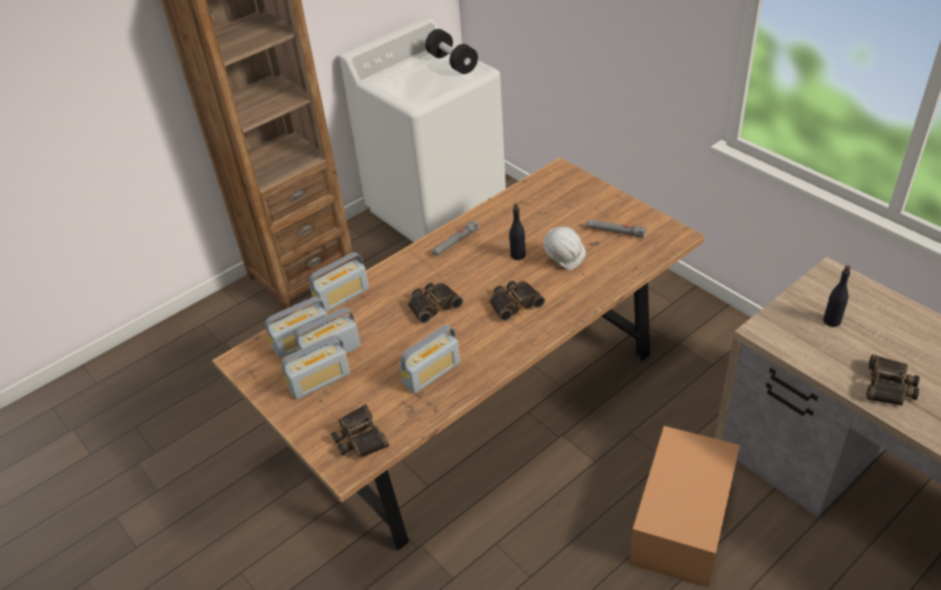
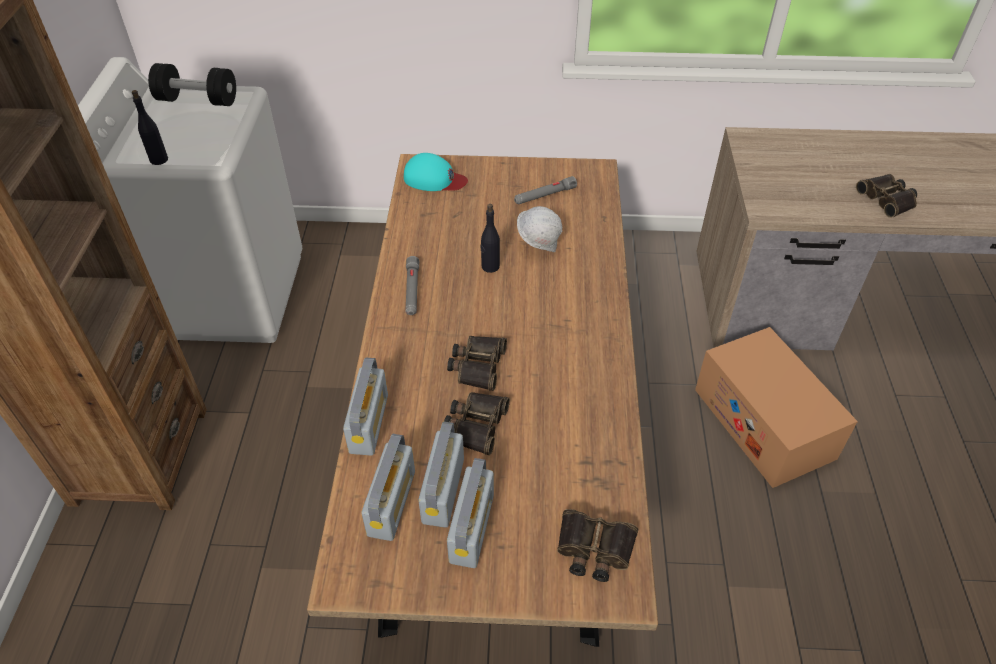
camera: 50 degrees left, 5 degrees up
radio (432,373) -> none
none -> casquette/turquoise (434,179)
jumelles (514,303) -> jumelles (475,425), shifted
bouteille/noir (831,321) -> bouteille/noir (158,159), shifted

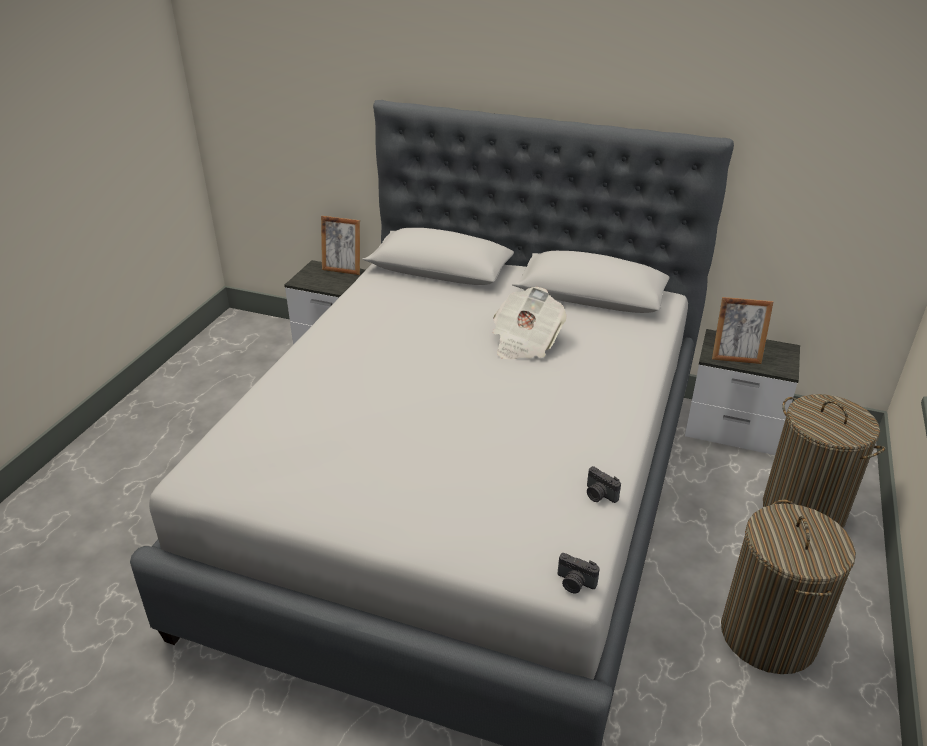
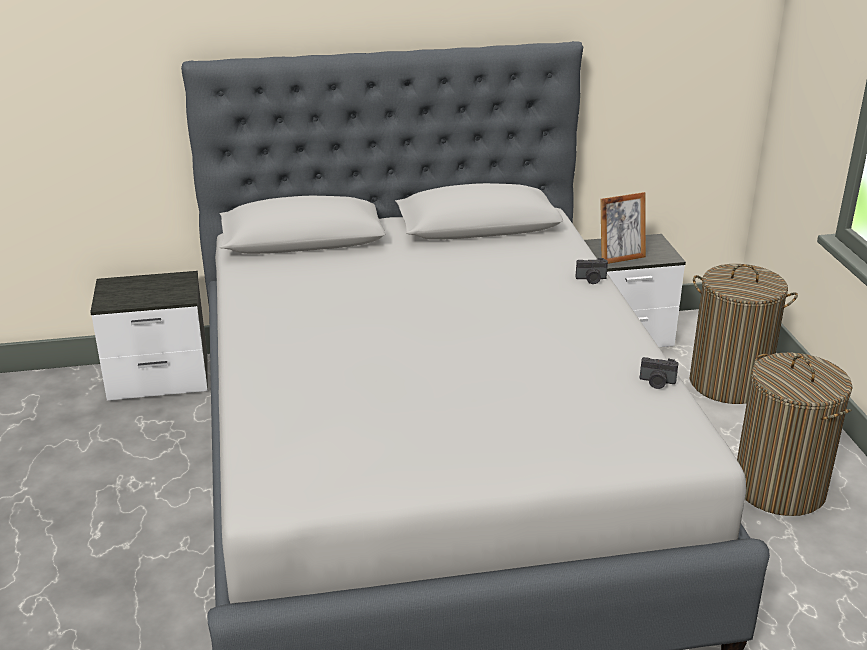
camera: 30 degrees left, 5 degrees down
cadre photo (342,270) -> none
journal (525,342) -> none
appareil photo (574,583) -> appareil photo (591,279), shifted

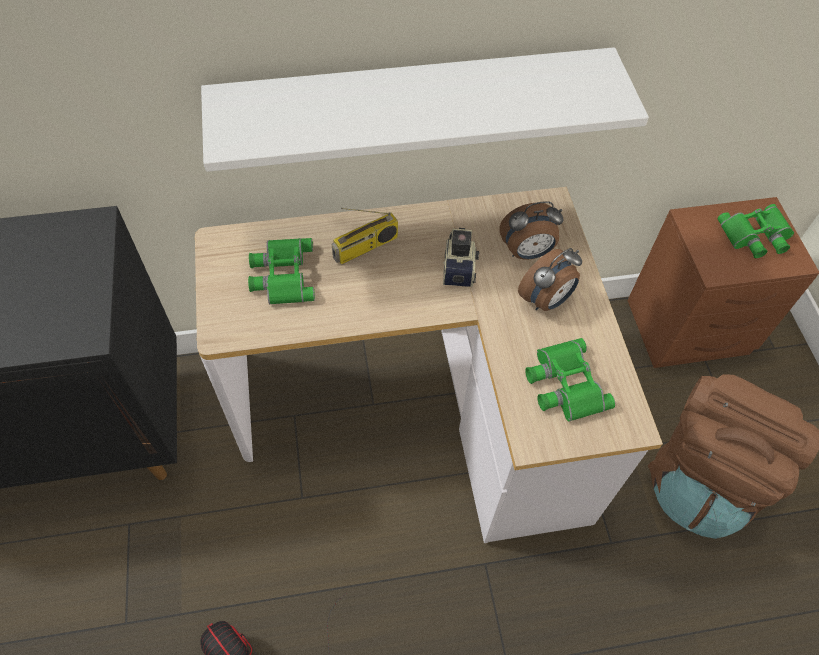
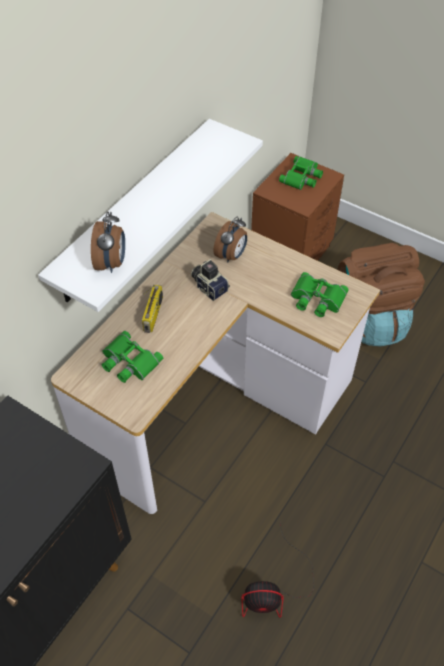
camera: 45 degrees left, 5 degrees down
réveil (546,300) -> réveil (112,263), shifted

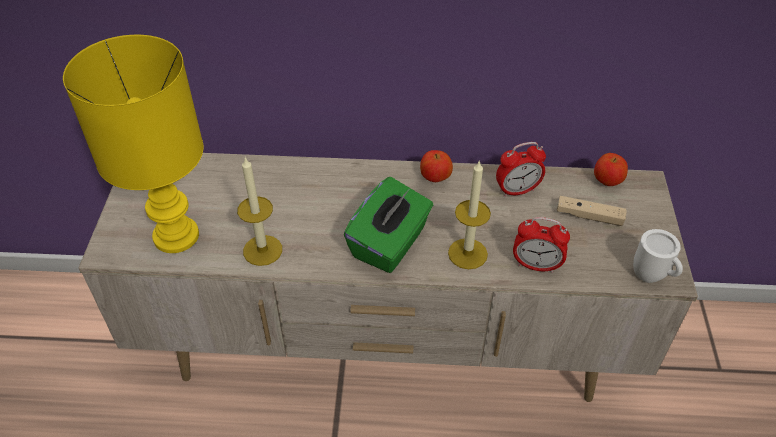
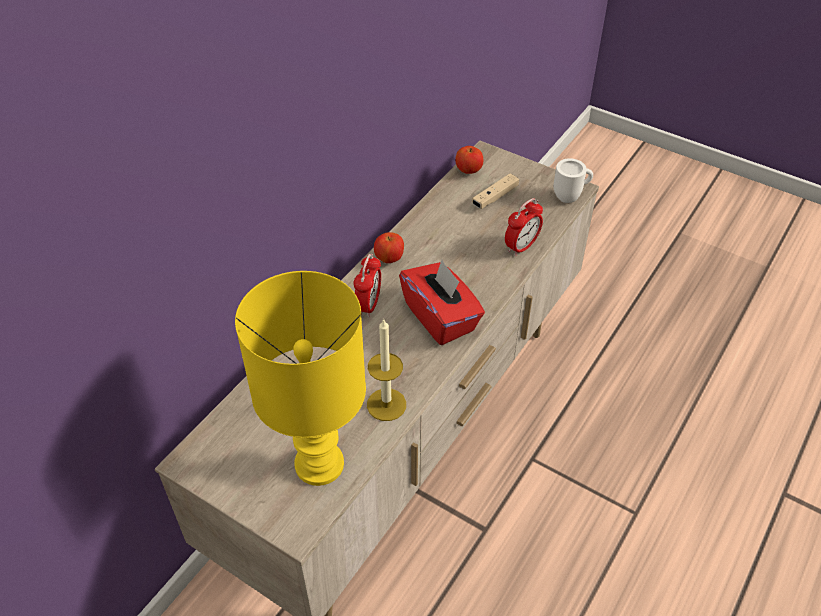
camera: 60 degrees left, 0 degrees up
bougie (467,253) -> none
réveil (517,190) -> réveil (368,305), shifted
boîte à mouchoirs/vert (390,244) -> boîte à mouchoirs/rouge (441,318)

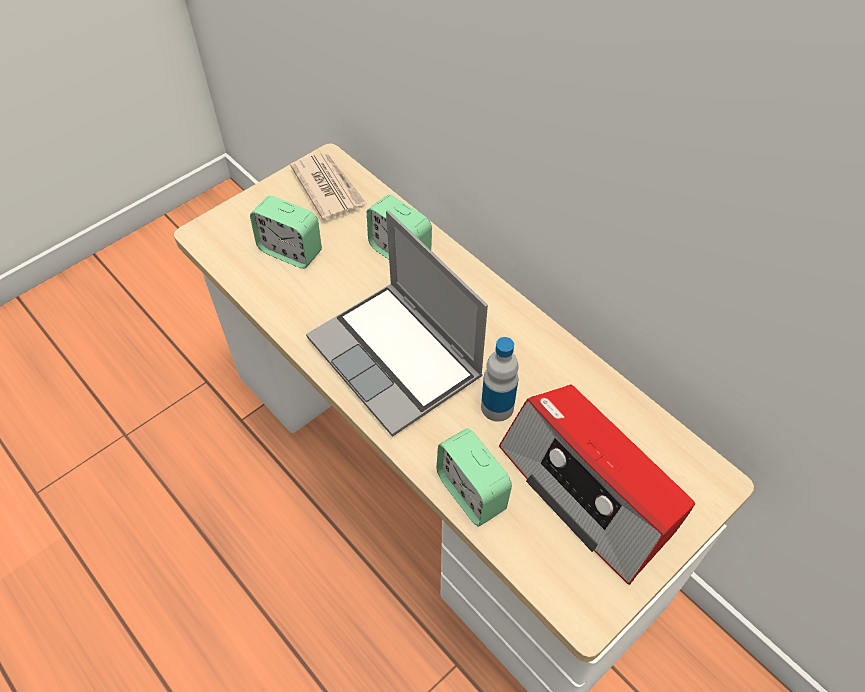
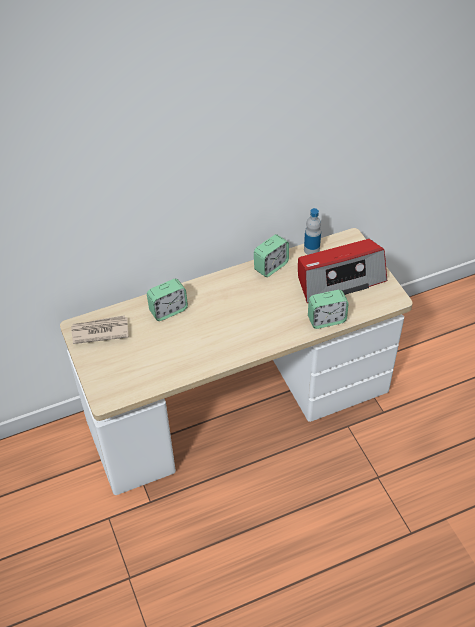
camera: 70 degrees left, 5 degrees down
ordinateur portable (397,359) -> none
réveil (290,251) -> réveil (271,266), shifted
bouteille (497,407) -> bouteille (311,249), shifted

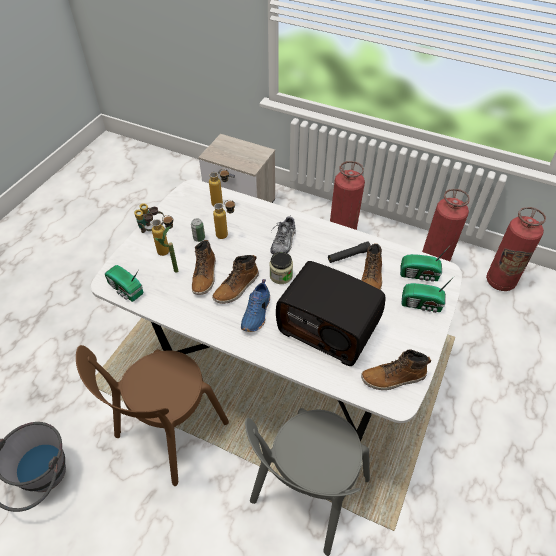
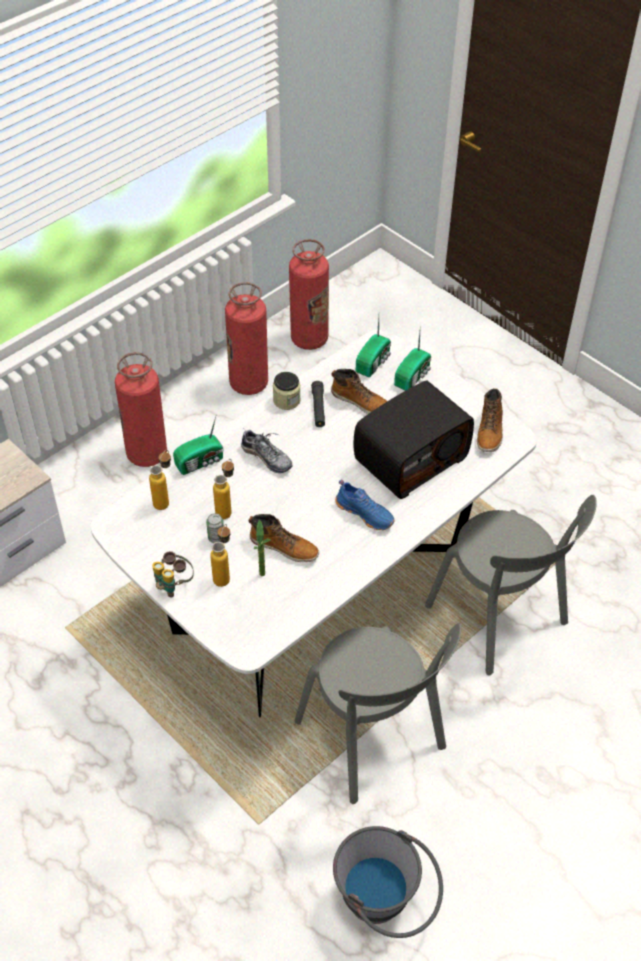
camera: 70 degrees left, 0 degrees up
botte (237,287) -> none
radio (126,290) -> radio (201,462), shifted
bocal (281,276) -> bocal (286,400), shifted
chaise/marron (168,433) -> chaise/gris (373,739)

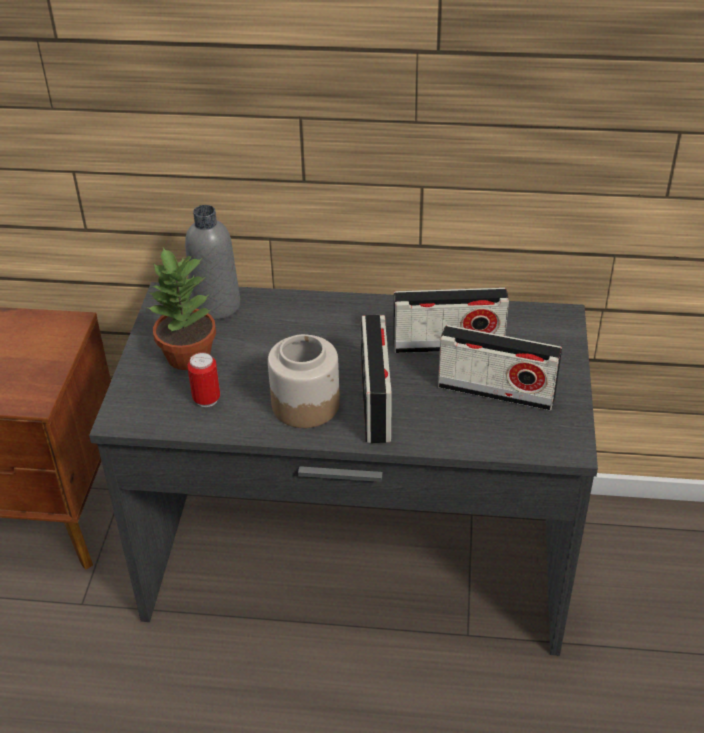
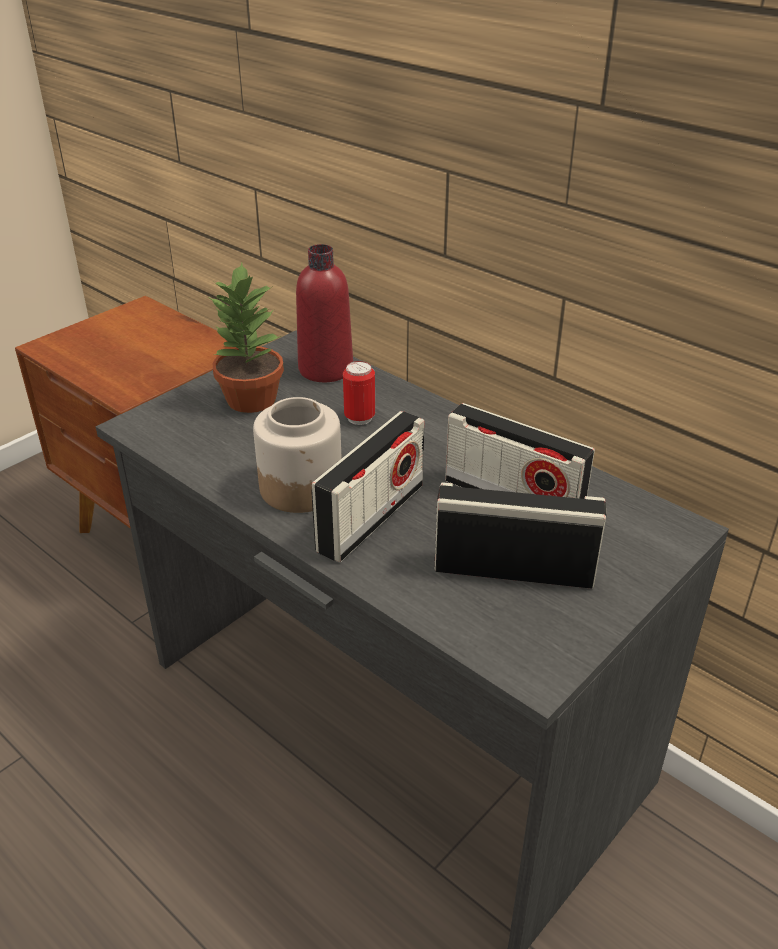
camera: 35 degrees right, 5 degrees down
boîte métallique (206,399) -> boîte métallique (359,418), shifted
bouteille/gris (216,306) -> bouteille/rouge (325,369)
radio (496,392) -> radio (513,570), 135 degrees clockwise

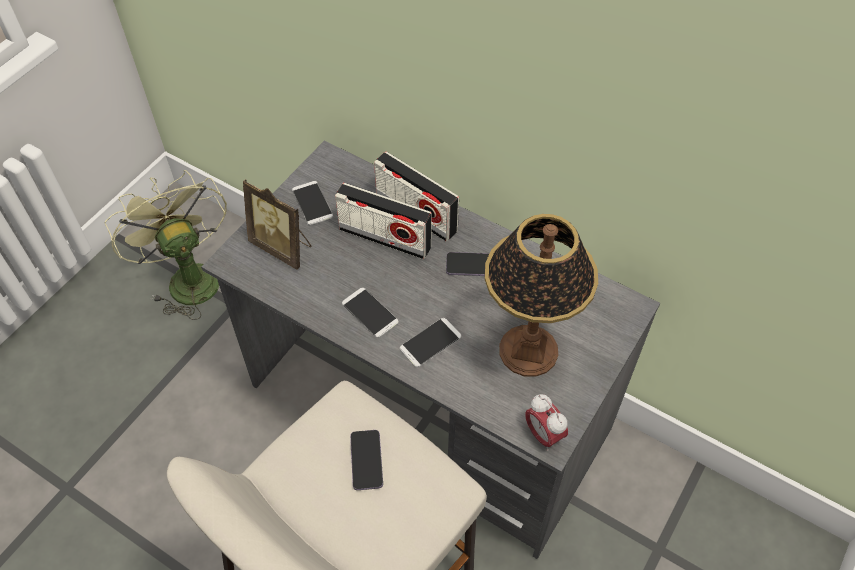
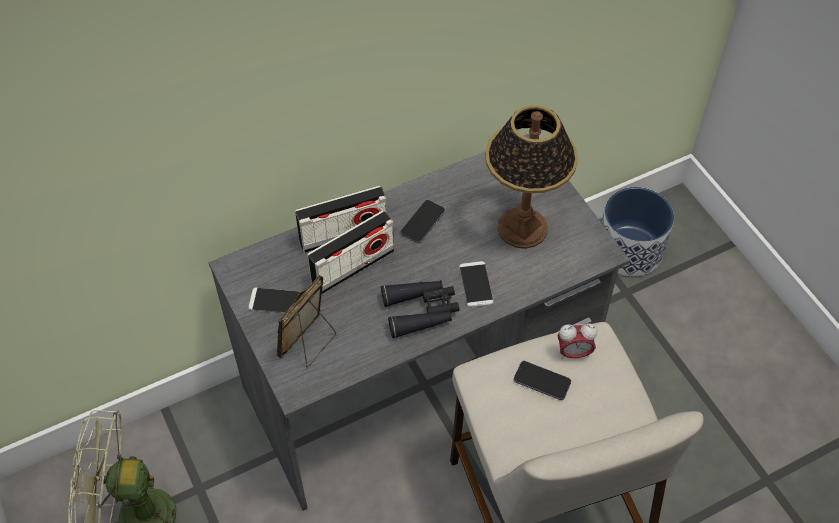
camera: 60 degrees left, 0 degrees up
none -> cache-pot (629,250)
réveil (543,435) -> réveil (573,353), shifted
téléphone (370,313) -> jumelles/noir (421,311)
cadre photo (283,247) -> cadre photo (309,343), 150 degrees clockwise

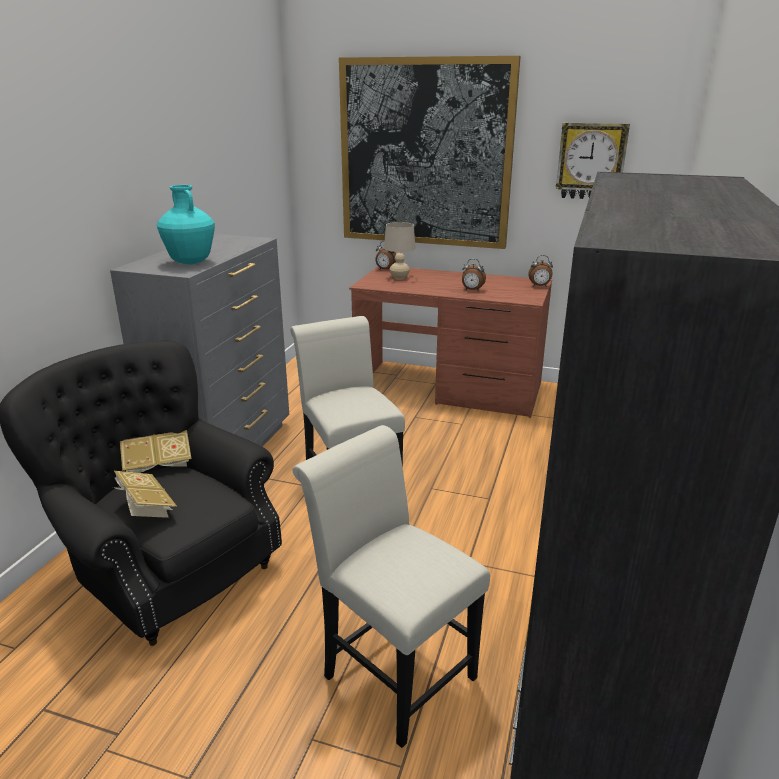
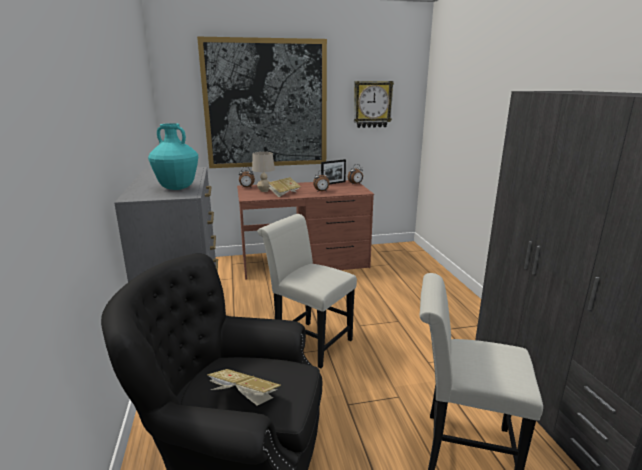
camera: 30 degrees left, 5 degrees down
none -> cadre photo (333,183)
livre (158,465) -> livre (284,193), shifted

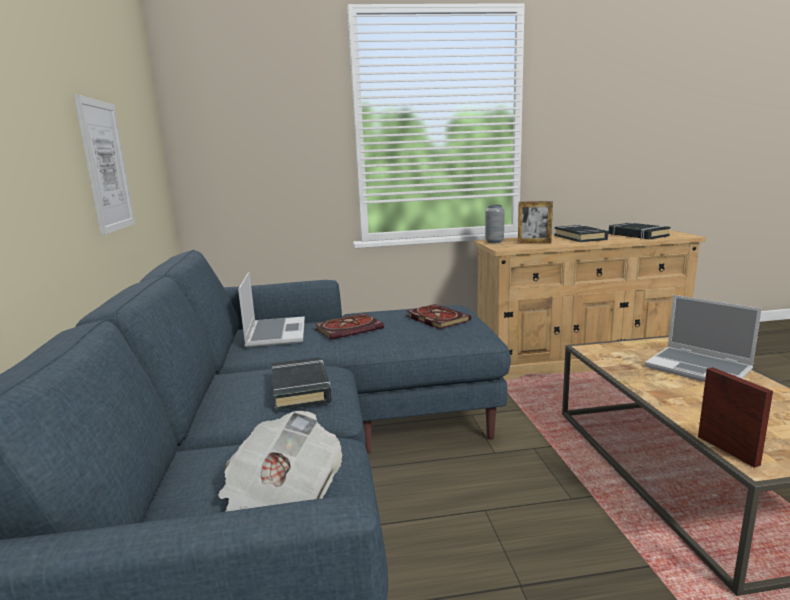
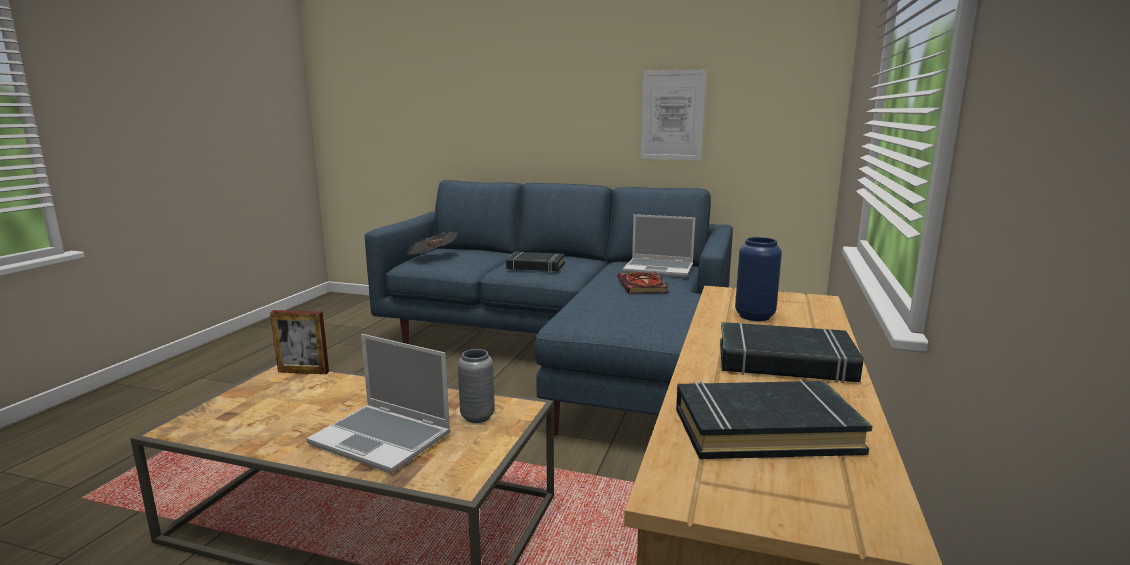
camera: 115 degrees right, 0 degrees up
livre (435,318) -> none
vase/gris (494,242) -> vase/gris (477,417), shifted
cadre photo (534,243) -> vase/bleu (754,316)
ordinateur portable (699,368) -> ordinateur portable (383,439), 135 degrees counterclockwise

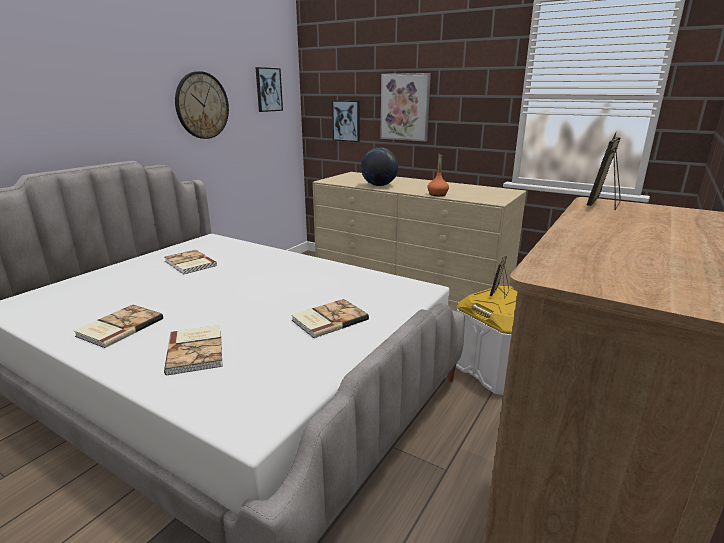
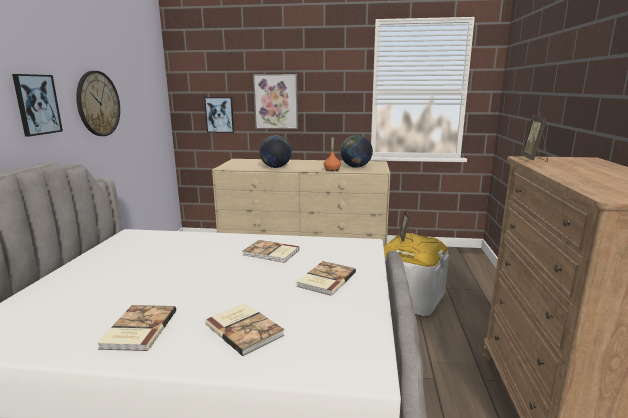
camera: 25 degrees left, 5 degrees down
none -> globe (355,167)
livre (189,264) -> livre (271,253), shifted
tableau (268,89) -> tableau (37,104), shifted

